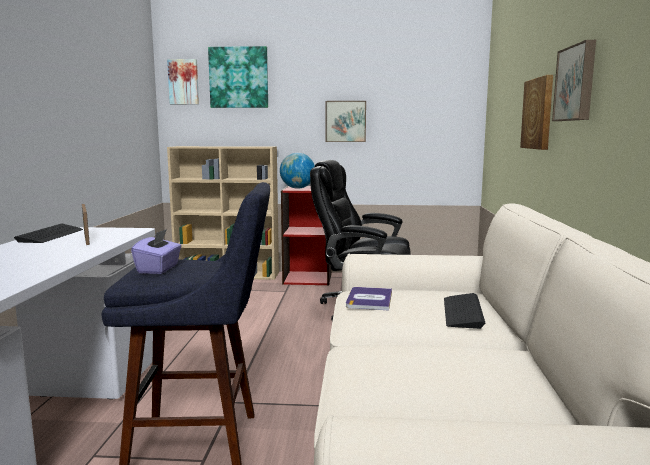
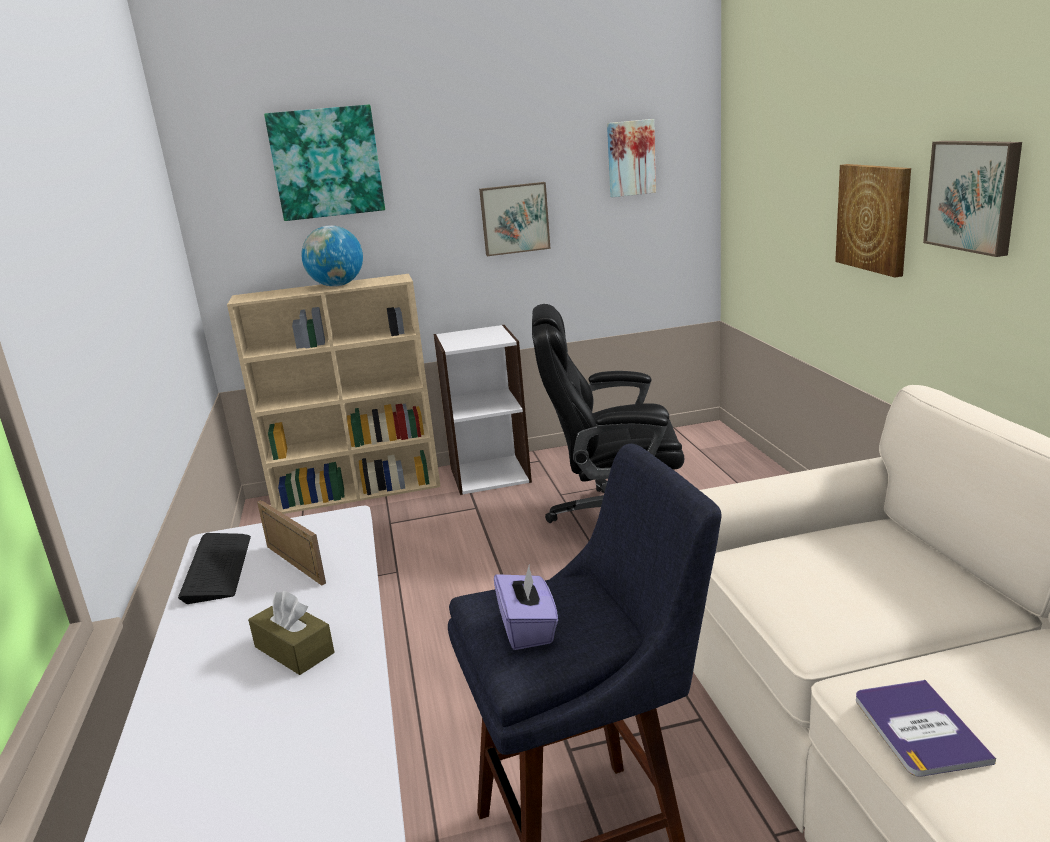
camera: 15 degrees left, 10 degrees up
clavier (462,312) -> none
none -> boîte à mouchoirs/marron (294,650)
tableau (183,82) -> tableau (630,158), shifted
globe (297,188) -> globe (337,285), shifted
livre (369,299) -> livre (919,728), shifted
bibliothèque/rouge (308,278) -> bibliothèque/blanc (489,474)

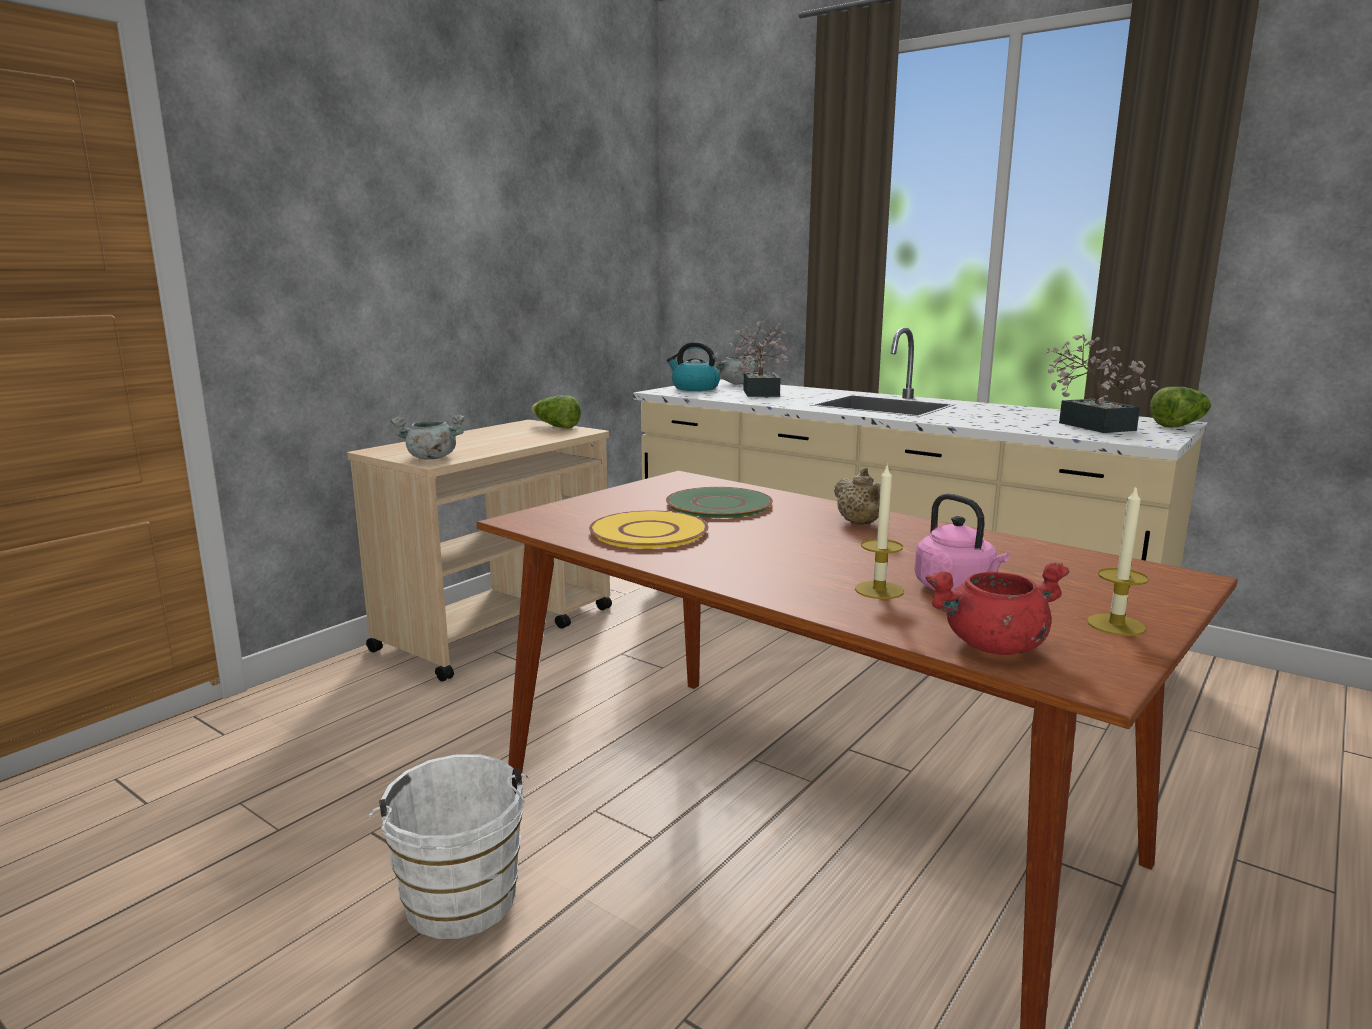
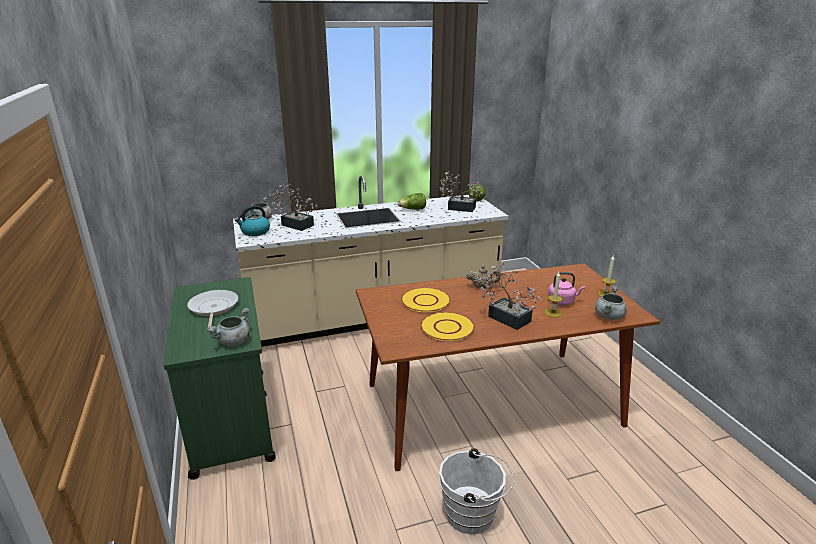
camera: 55 degrees left, 10 degrees up
none -> poêle (213,308)
none -> plante en pot (505,317)
laitue (556,427) -> laitue (413,209), shifted
chariot/beige (498,628) -> chariot/vert (231,419)
assiette/vert (719,504) -> assiette/jaune (425,301)
marmite/rouge (993,646) -> marmite/gris (609,316)

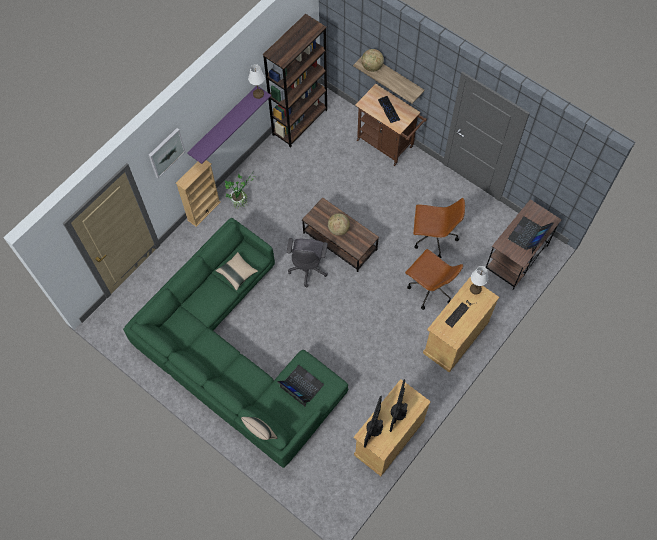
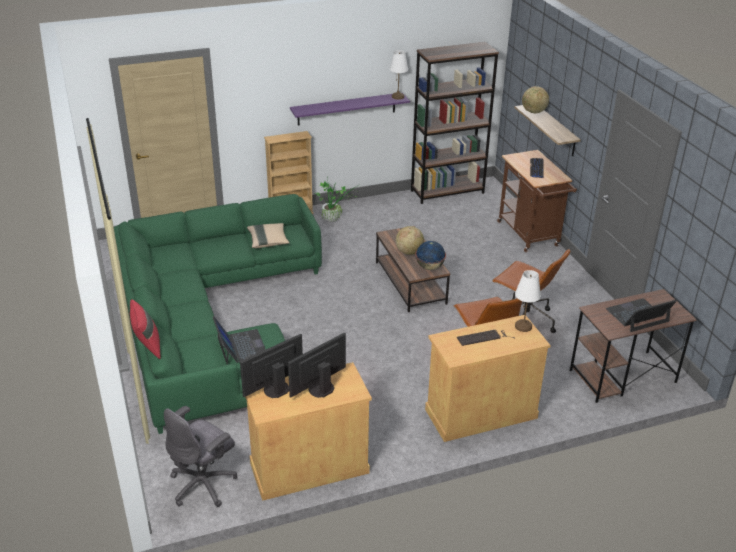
camera: 30 degrees right, 30 degrees down
tableau (166,152) -> none
none -> globe (430,267)
chaise de bureau/gris (308,268) -> chaise de bureau/gris (204,484), shifted
coussin/beige (260,432) -> coussin/rouge (147,346)

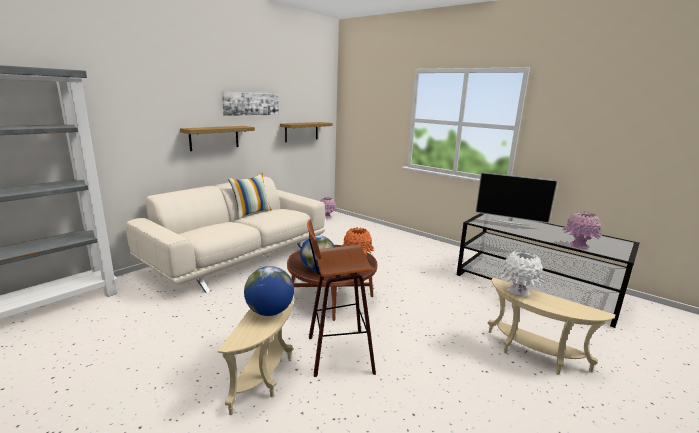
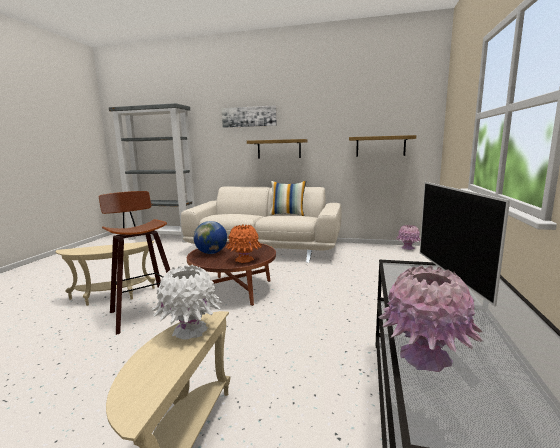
camera: 65 degrees right, 5 degrees down
globe (270,312) -> none
tableau (251,103) -> tableau (249,117), shifted

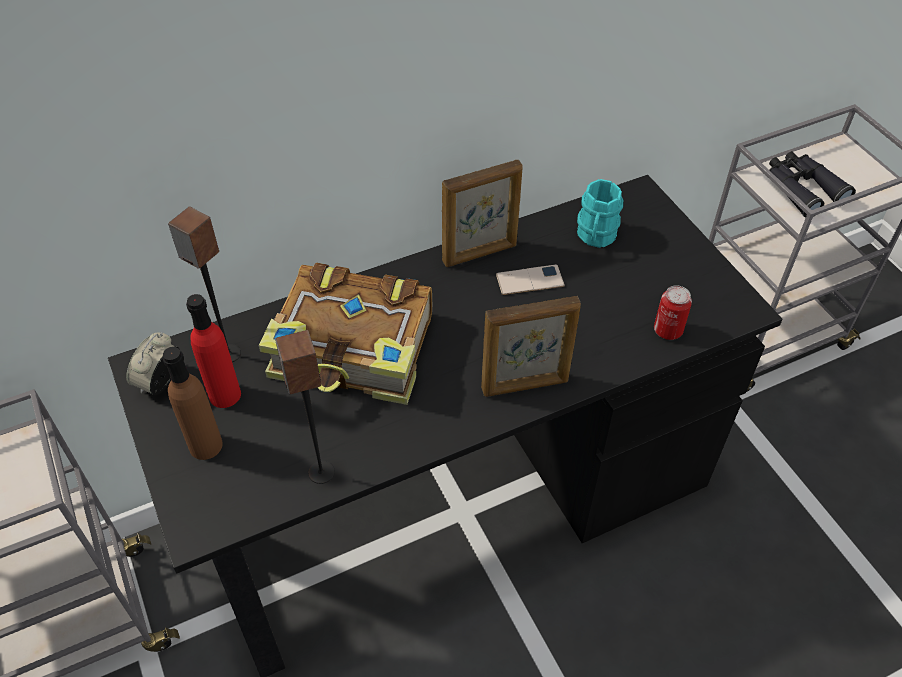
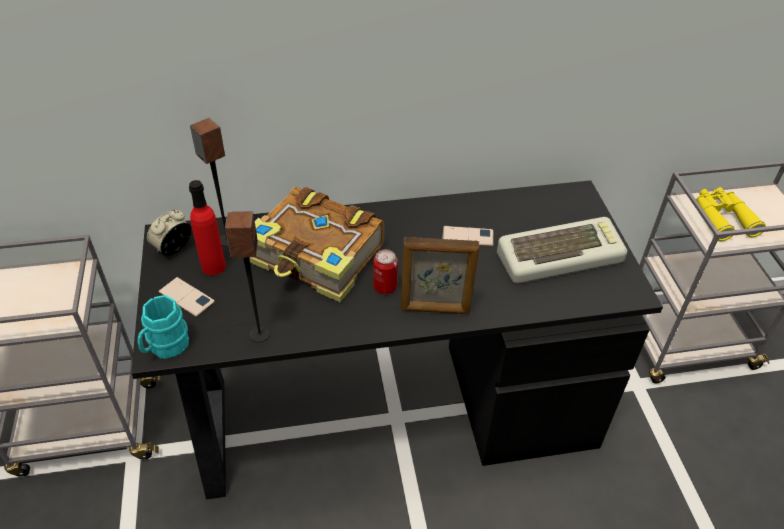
camera: 15 degrees right, 5 degrees down
cadre photo (480,254) -> none
none -> clavier (559,255)
mug/turquoise (595,237) -> mug/turquoise (165,346), shifted
boîte métallique (668,330) -> boîte métallique (385,287), shifted
bouteille/marron (205,445) -> téléphone (186,297)
jumelles/noir (801,189) -> jumelles/jaune (722,218)

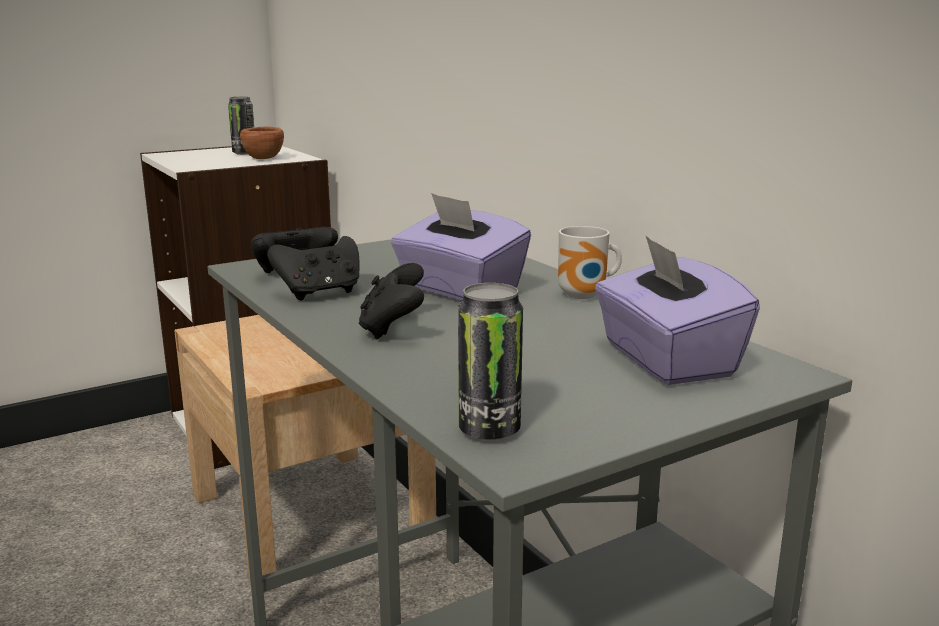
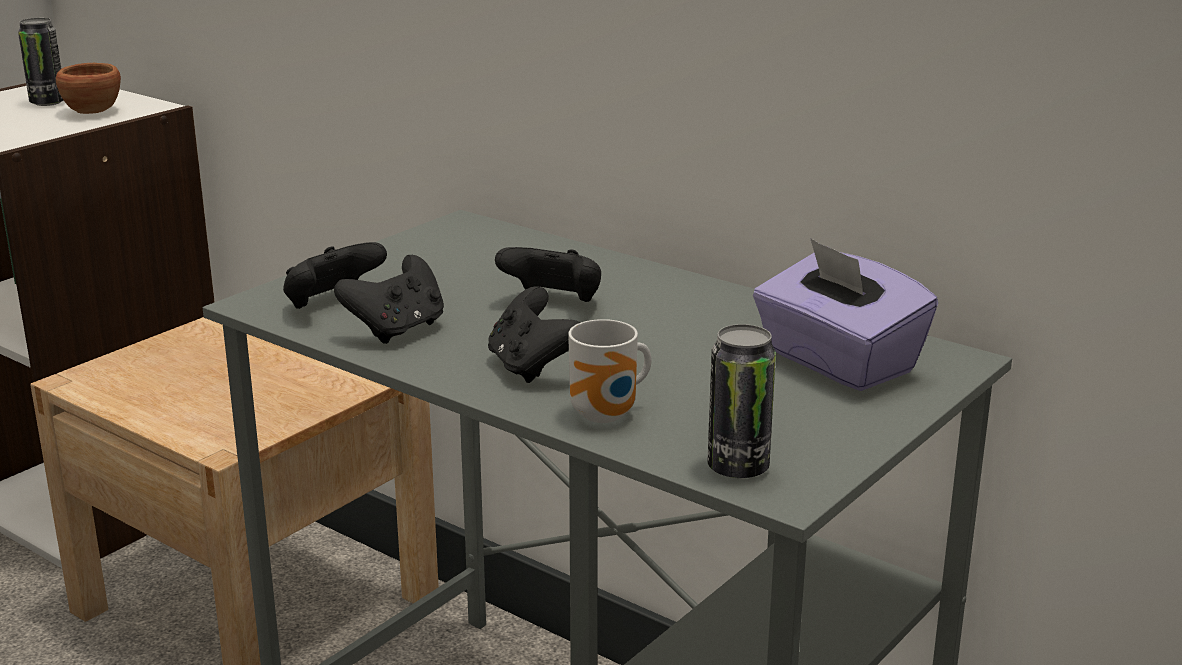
camera: 20 degrees left, 5 degrees up
mug (585,296) -> mug (609,415), shifted
boîte à mouchoirs/violet (459,290) -> manette/noir (554,303)

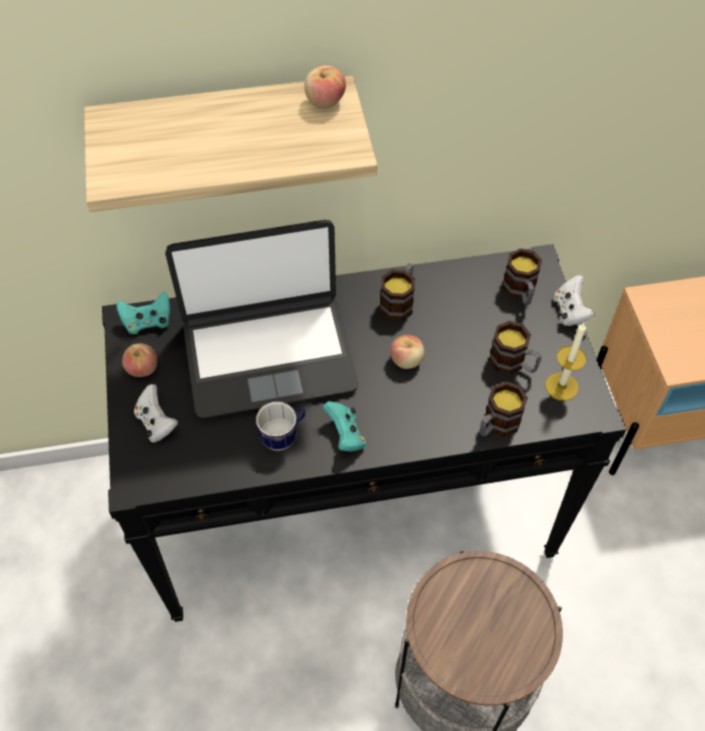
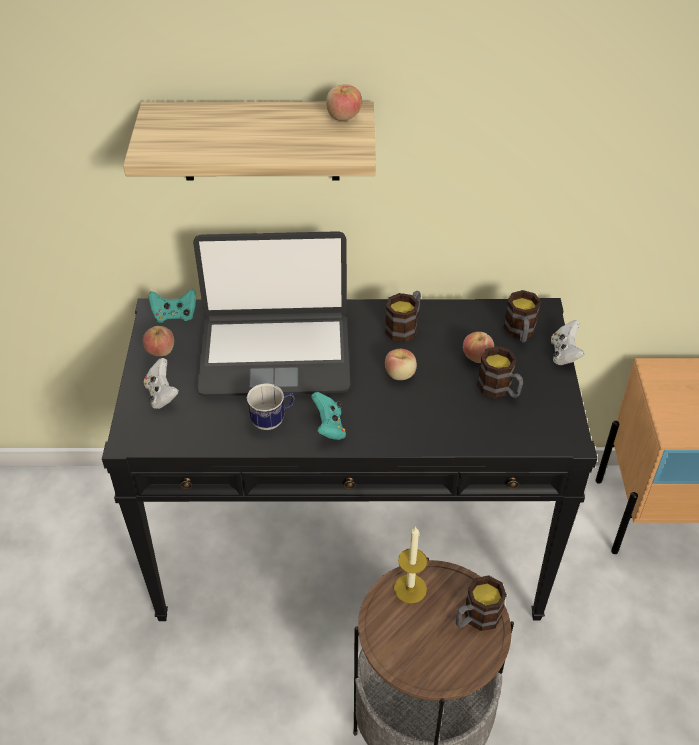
camera: 10 degrees right, 10 degrees down
none -> pomme (477,357)
mug (496,425) -> mug (476,618), shifted
bougie (561,386) -> bougie (410,588), shifted

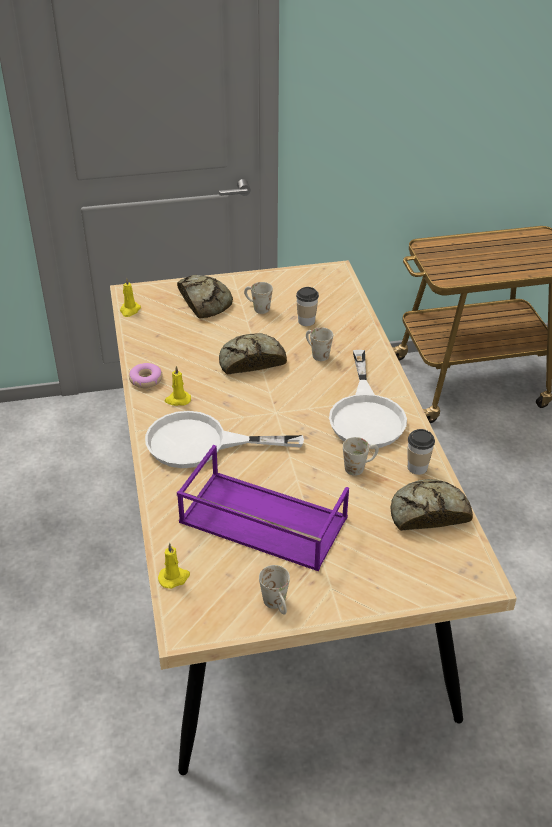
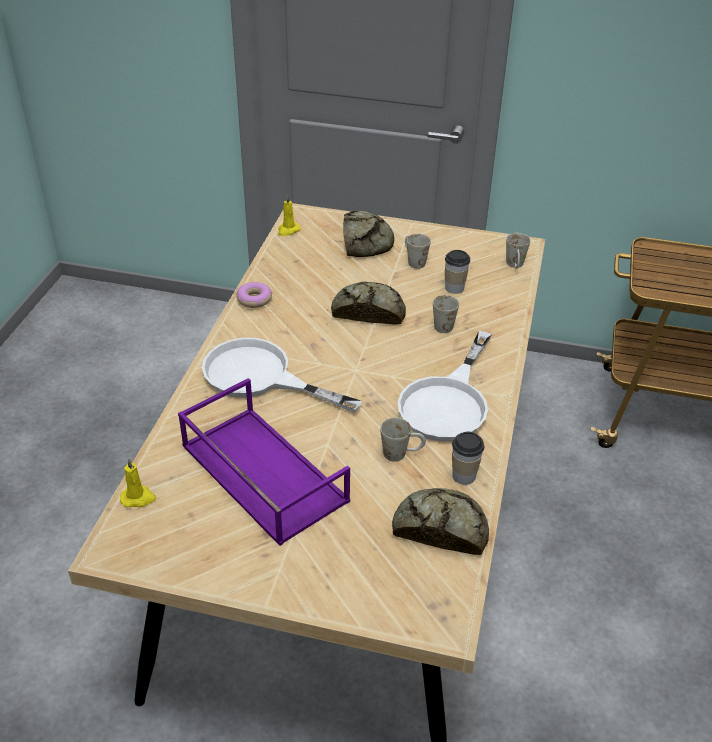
camera: 25 degrees right, 0 degrees up
bougie/jaune (177,400) -> none
mug/blanc (277,605) -> mug/blanc (515,266), shifted

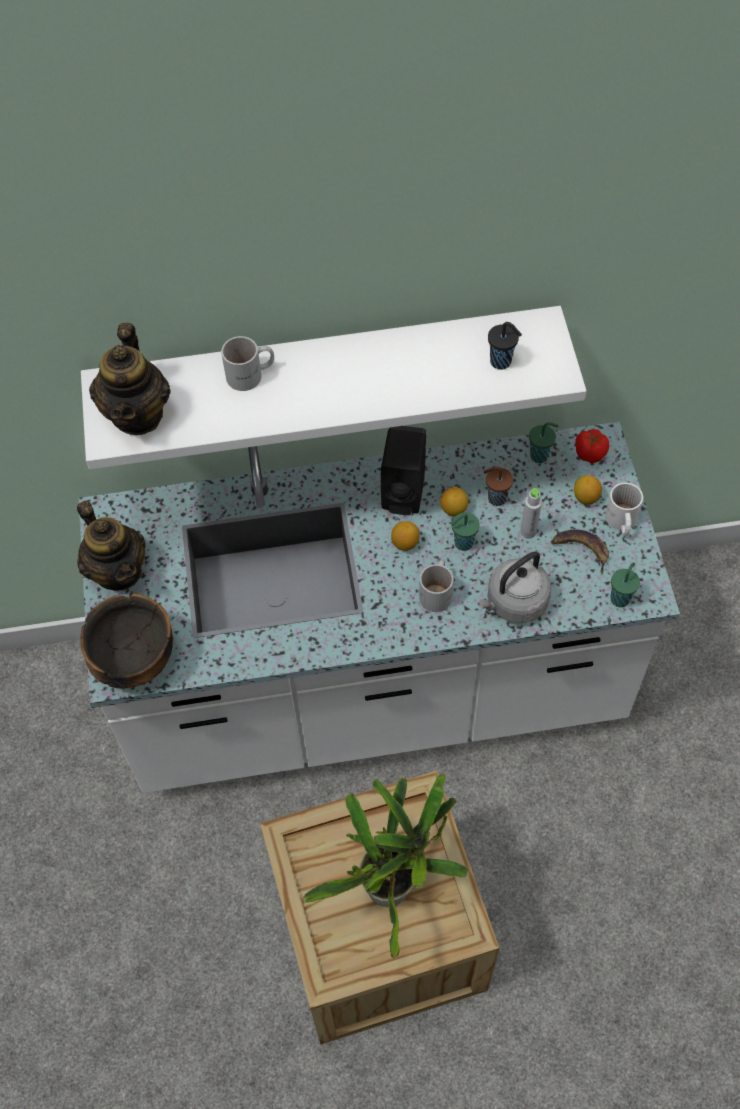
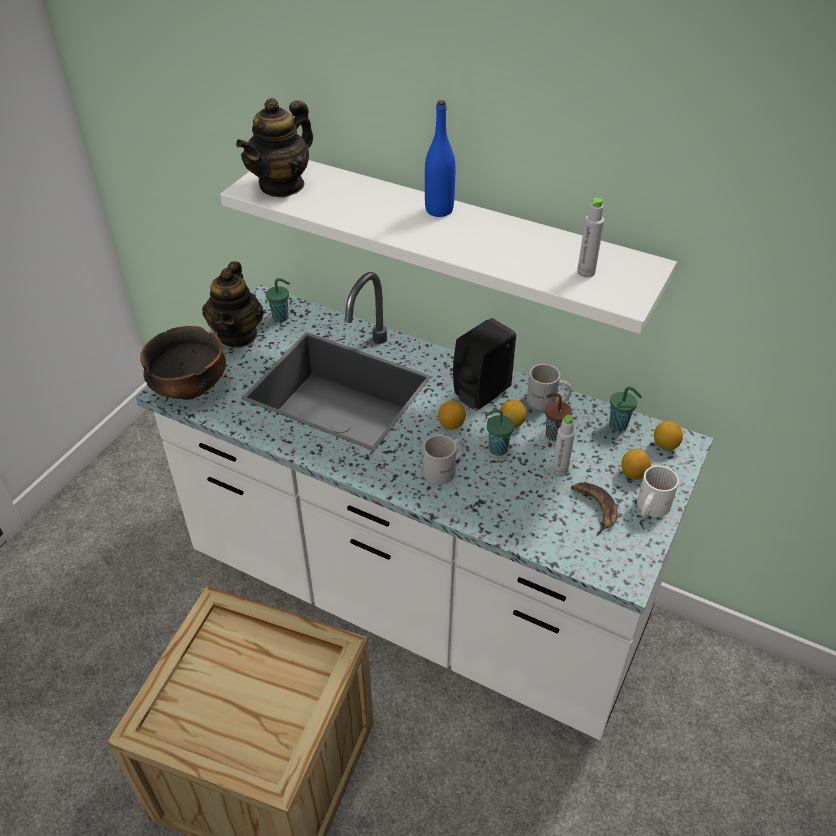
camera: 35 degrees right, 15 degrees down
plante en pot (394,884) -> none
bouilloire/gris (514,603) -> none
none -> bouteille/bleu (439,210)
mug/blanc (251,375) -> mug/blanc (547,401), shifted
tasse/vert (620,597) -> tasse/vert (281,317), shifted
tasse/noir (502,362) -> bouteille/gris (586,272)
tomate (589,453) -> citron (665,445)

